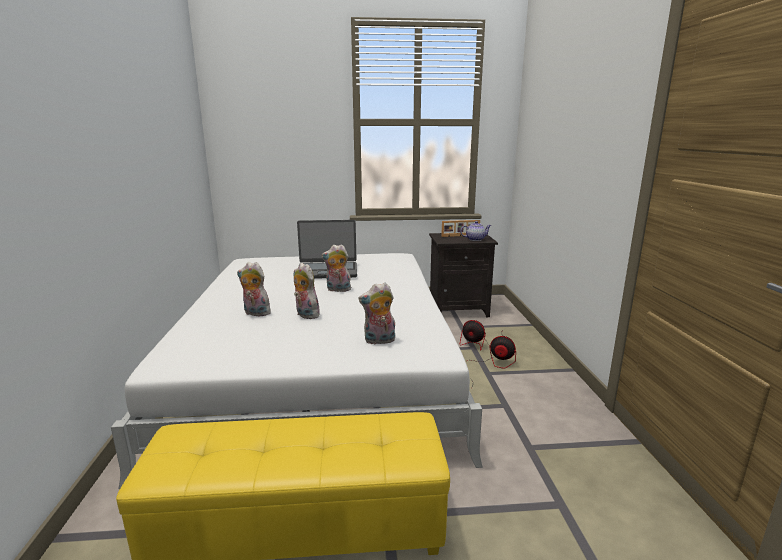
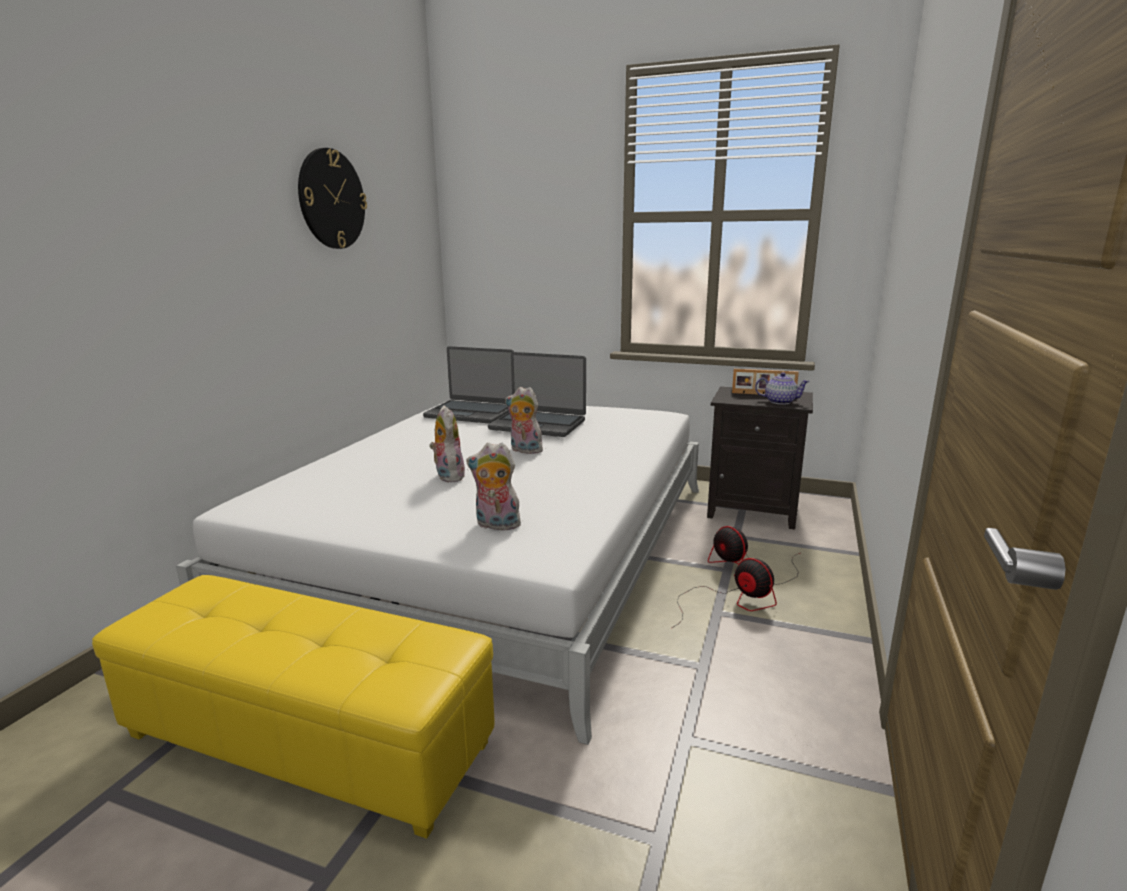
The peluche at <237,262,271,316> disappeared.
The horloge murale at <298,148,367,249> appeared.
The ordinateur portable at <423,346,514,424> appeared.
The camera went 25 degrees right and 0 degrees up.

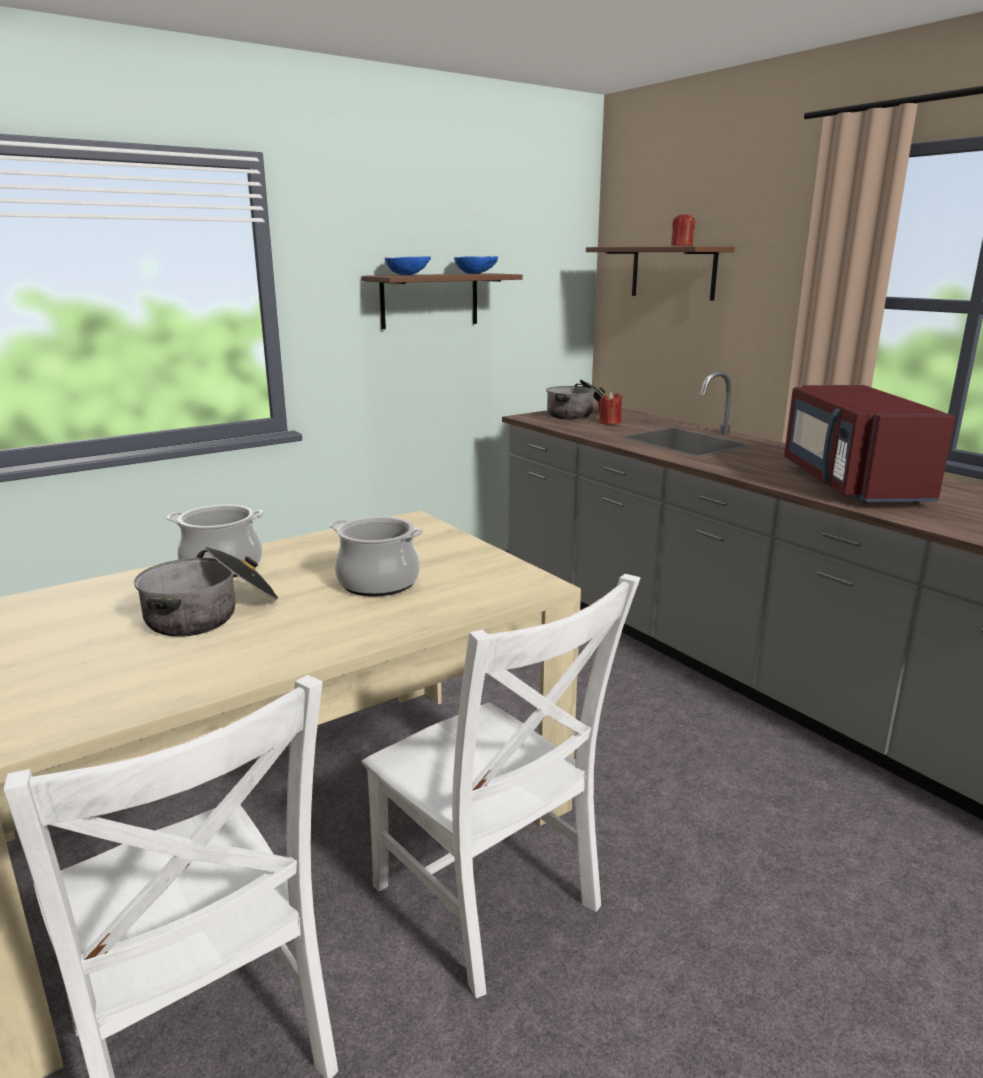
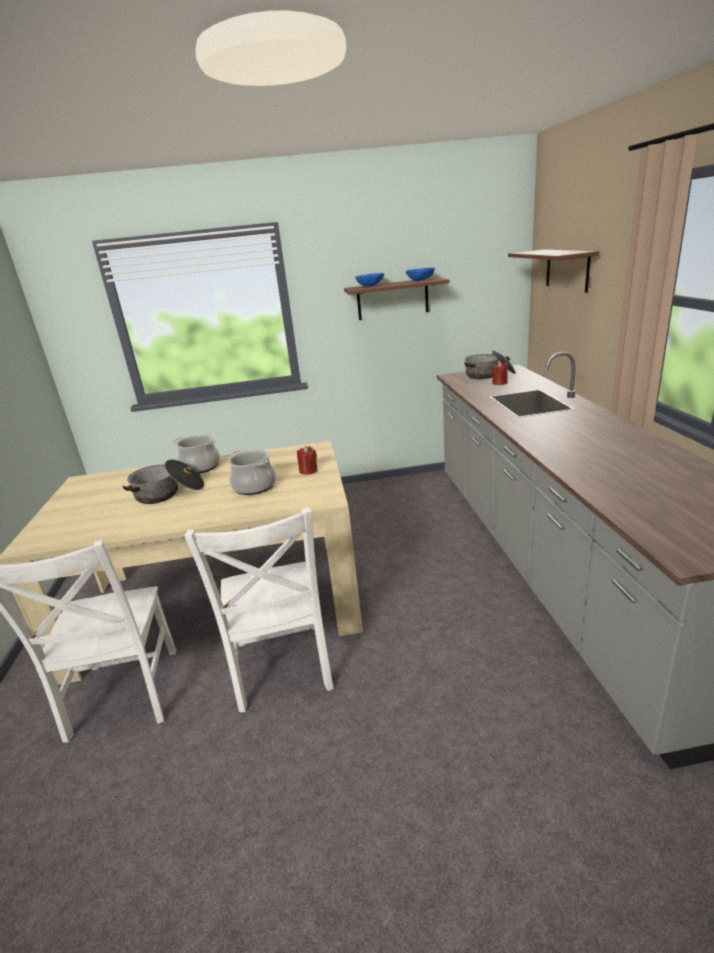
The micro-ondes/rouge at <784,385,956,504> disappeared.
The bougie/rouge moved from <671,212,696,246> to <297,446,318,475>.
The camera went 30 degrees right and 5 degrees up.

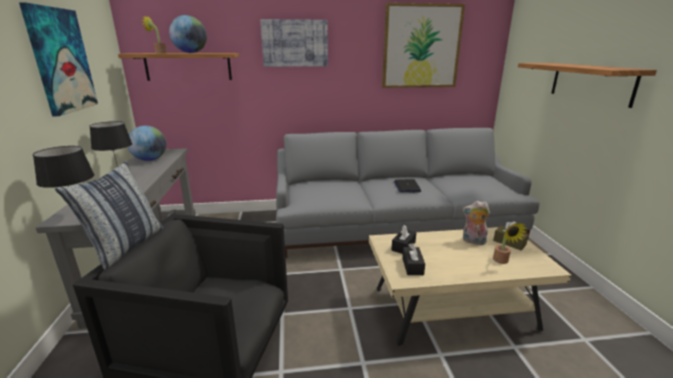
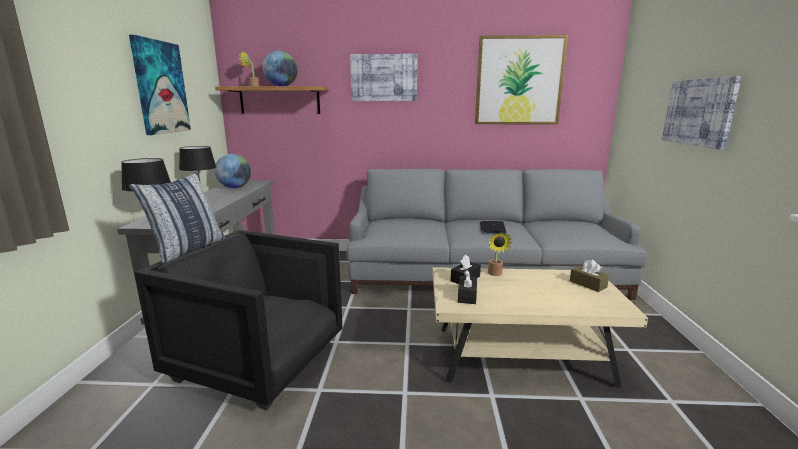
The peluche at <463,201,490,245> disappeared.
The plante en pot moved from <493,223,527,264> to <488,233,512,276>.
The étagère at <518,63,657,108> was replaced by the tableau at <662,76,742,150>.
The camera went 10 degrees right and 5 degrees down.

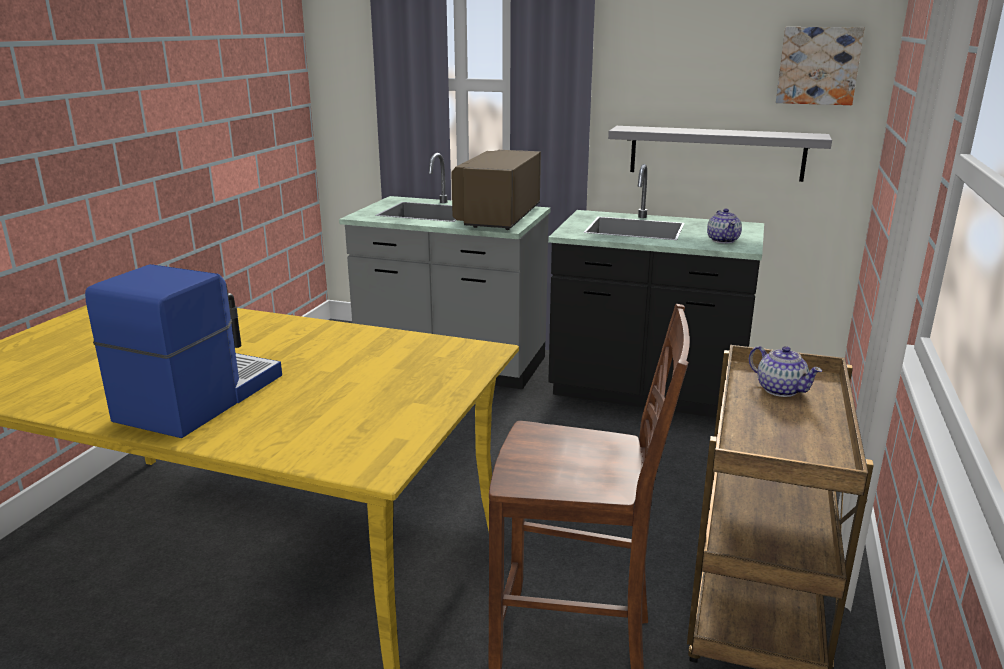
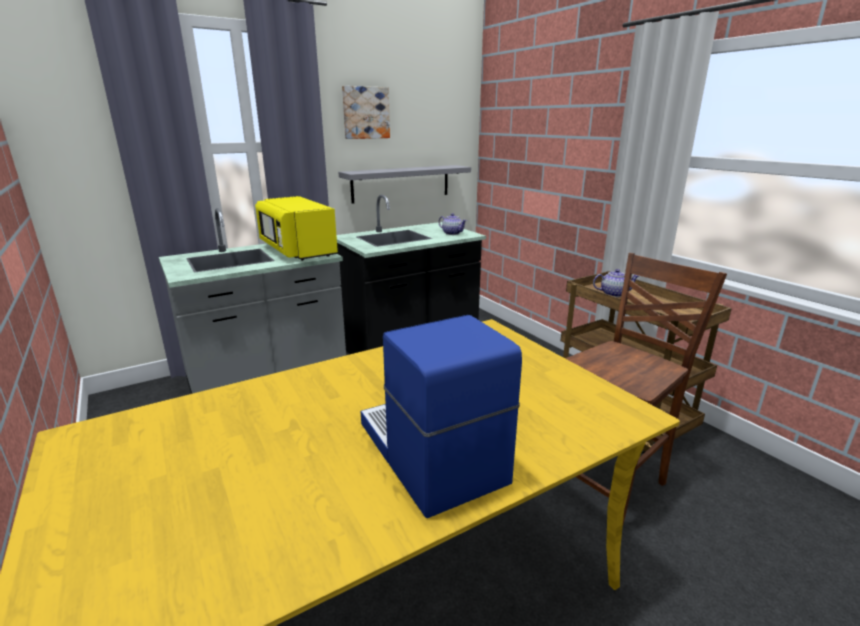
The tableau moved from <776,27,865,105> to <342,86,390,139>.
The micro-ondes/marron at <451,150,541,230> became the micro-ondes/jaune at <255,196,338,261>.
The camera went 50 degrees left and 0 degrees up.

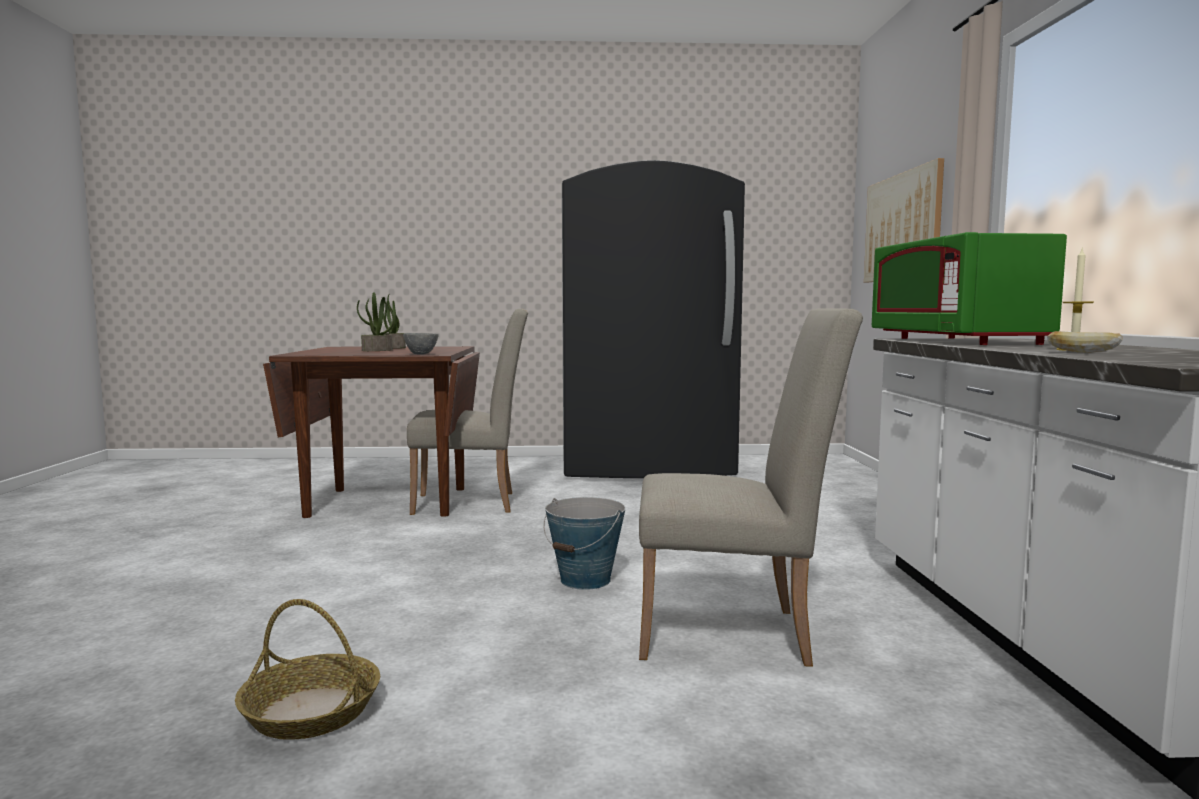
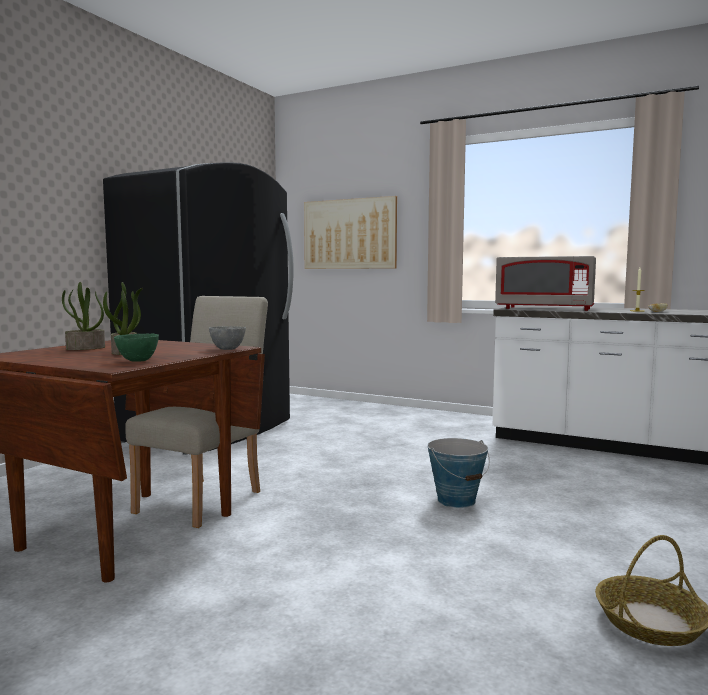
The chaise/beige at <639,309,863,667> disappeared.
The bol/vert at <114,334,159,362> appeared.
The micro-ondes/vert at <872,232,1067,345> became the micro-ondes/gris at <495,256,596,311>.
The camera went 60 degrees left and 0 degrees up.

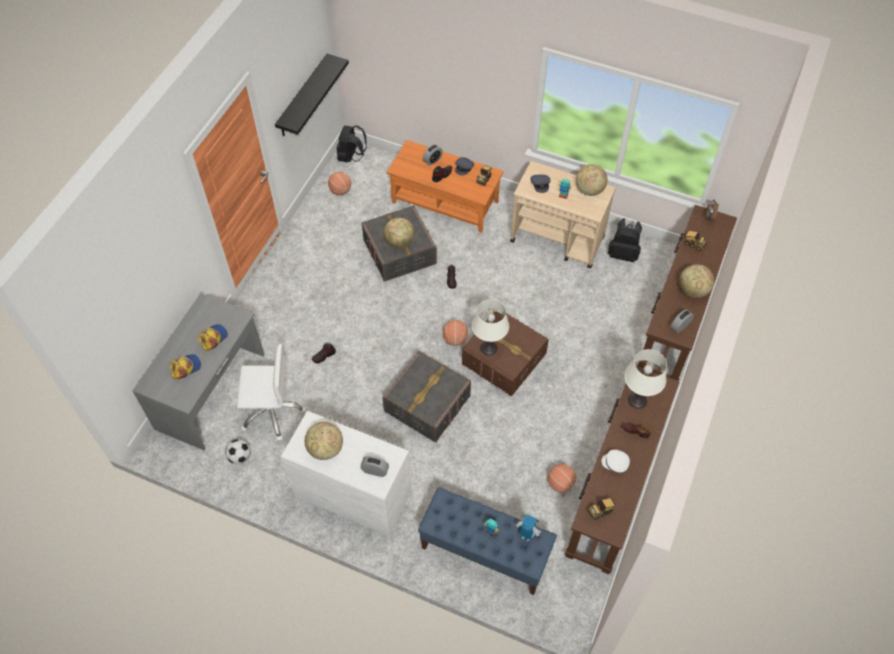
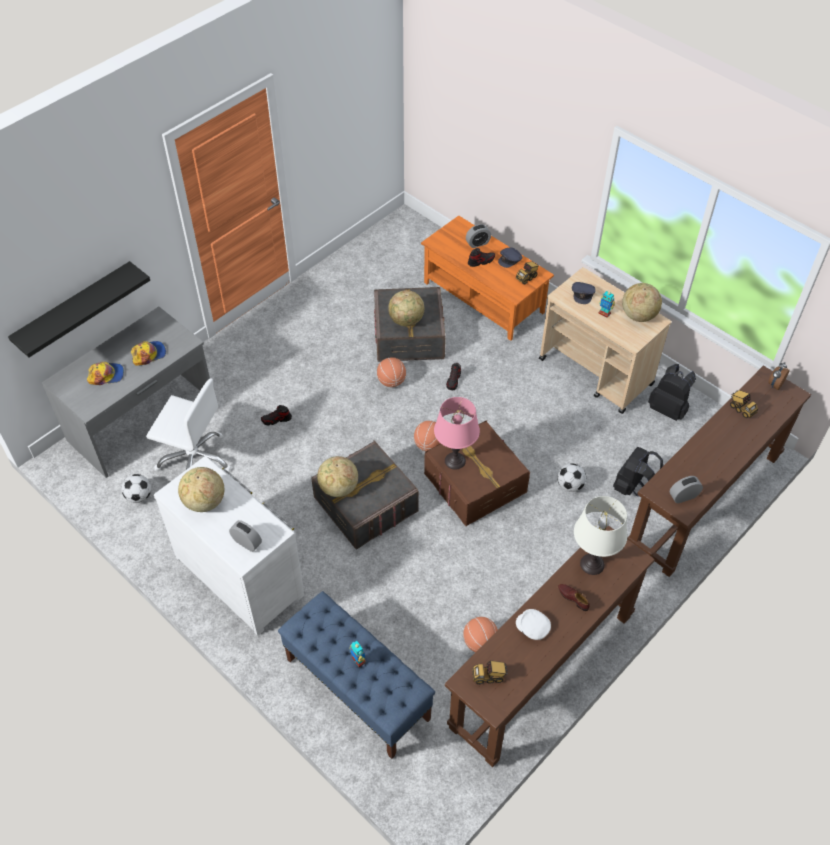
The robot jouet at <516,514,541,541> disappeared.
The ballon de foot at <557,463,586,492> appeared.
The étagère/noir moved from <275,54,349,136> to <8,261,150,358>.
The ballon de basket moved from <328,172,351,195> to <377,357,406,387>.
The sac à dos/noir moved from <337,125,367,162> to <613,447,664,497>.
The globe moved from <679,264,714,298> to <317,456,358,497>.
The lampe de table/blanc at <472,299,509,355> became the lampe de table/rose at <434,397,480,470>.
The camera went 20 degrees right and 5 degrees down.

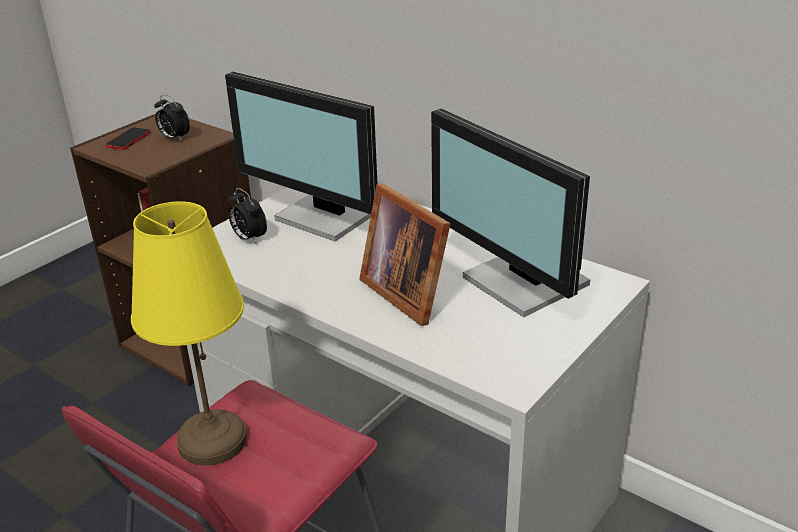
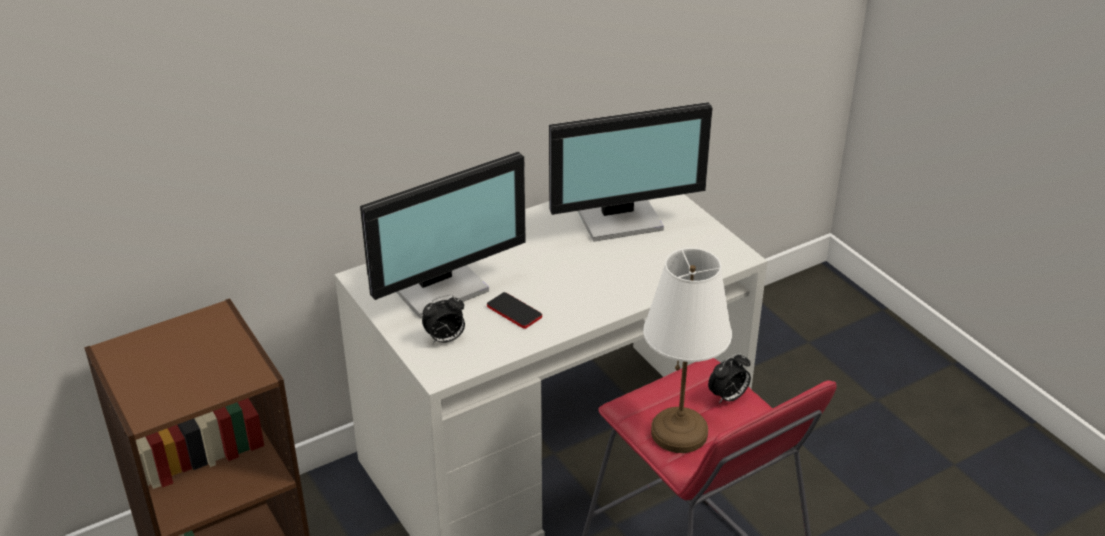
The cadre photo at <359,184,451,326> disappeared.
The téléphone moved from <106,127,151,150> to <487,292,542,329>.
The réveil moved from <154,95,190,141> to <708,353,751,404>.
The lampe de table/jaune at <131,201,247,466> became the lampe de table/blanc at <643,248,732,453>.
The camera went 70 degrees left and 5 degrees up.

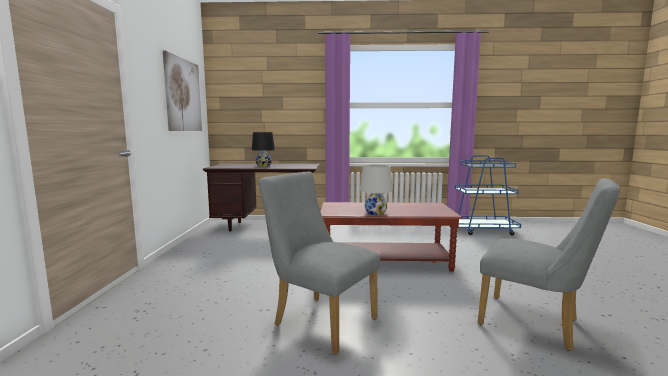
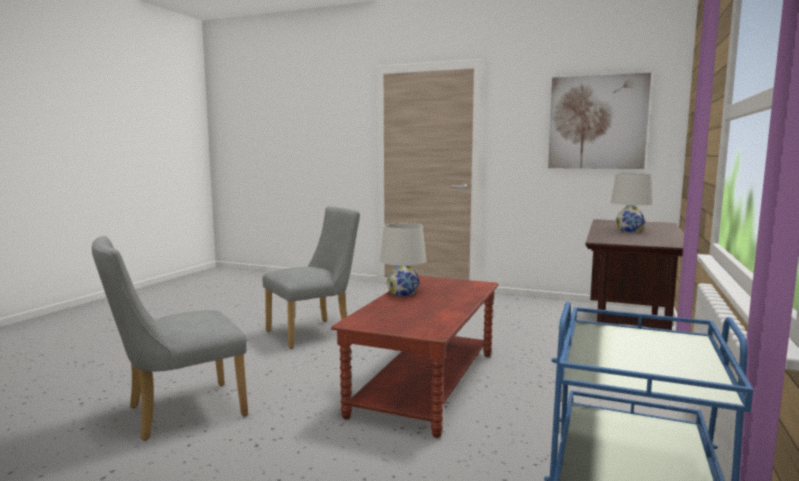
The lampe de table/noir at <252,132,275,167> became the lampe de table/blanc at <611,173,653,232>.
The camera went 110 degrees right and 0 degrees up.

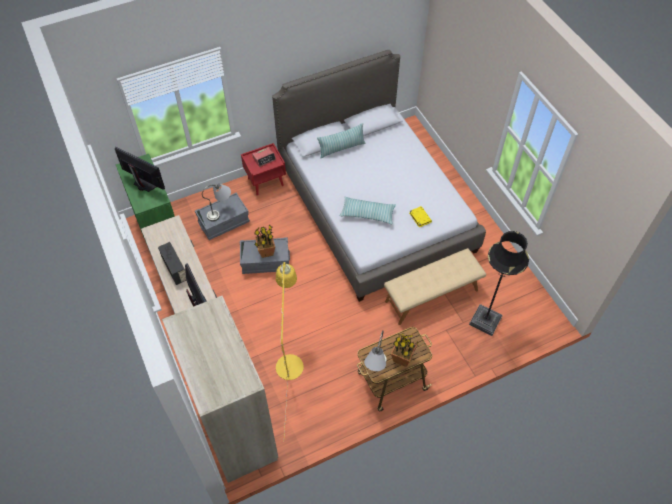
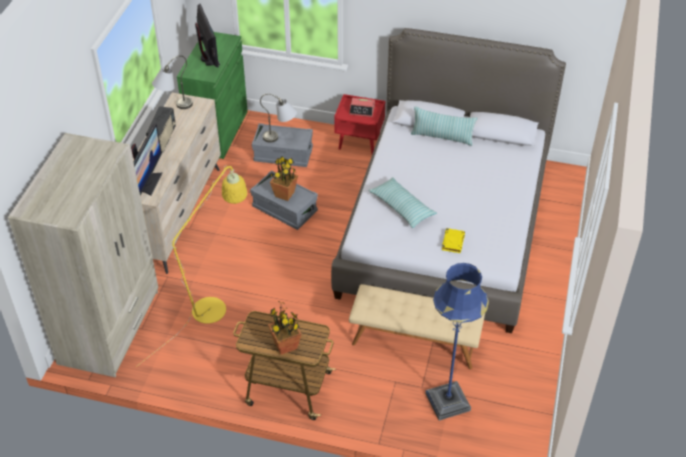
The lampe de table/gris moved from <364,330,387,371> to <152,55,193,109>.
The lampadaire/noir at <469,231,529,336> became the lampadaire/bleu at <425,263,489,421>.
The camera went 40 degrees right and 10 degrees down.

